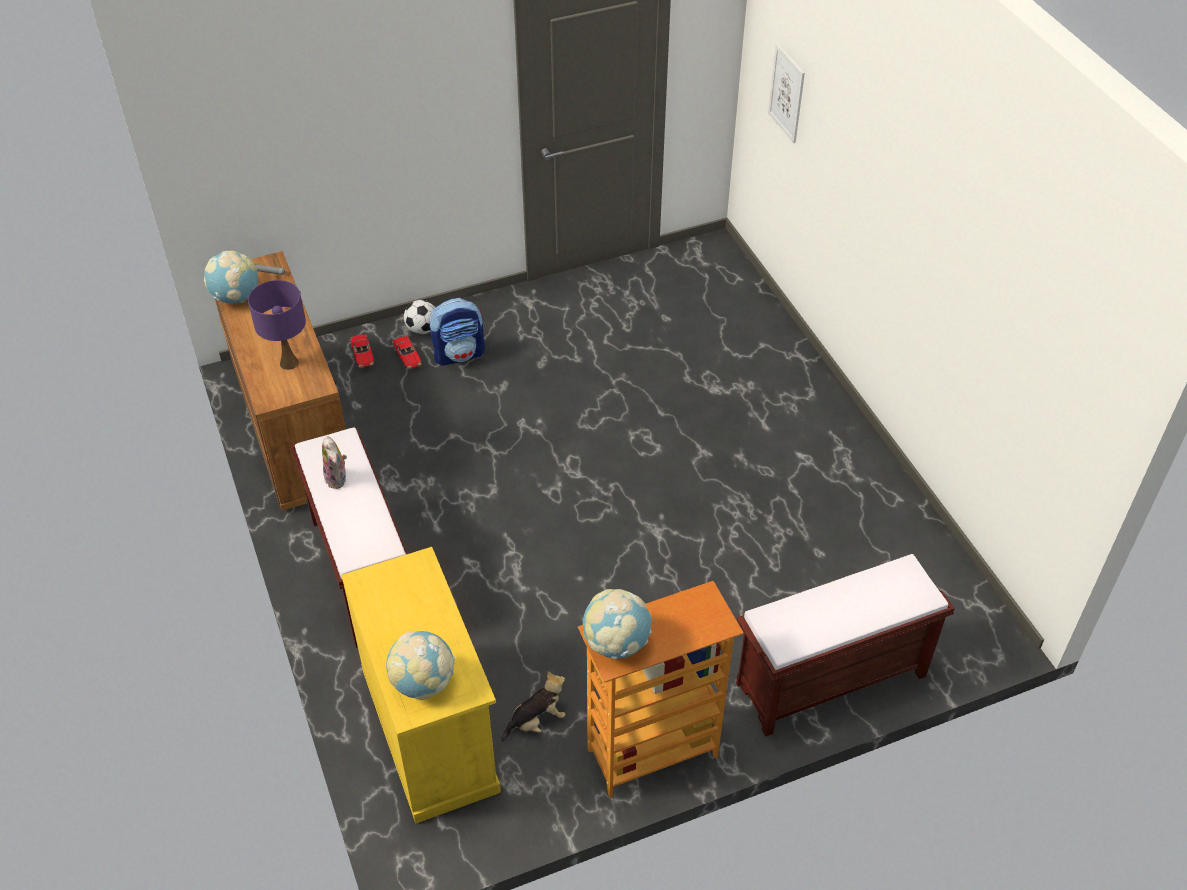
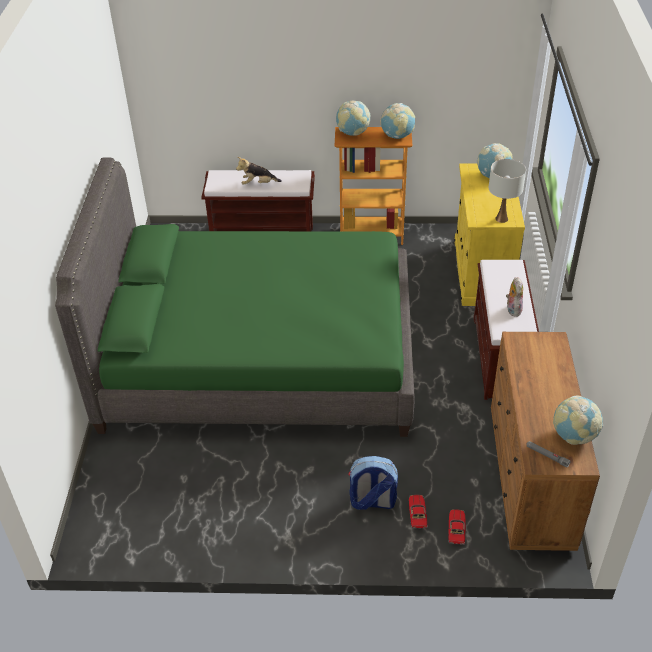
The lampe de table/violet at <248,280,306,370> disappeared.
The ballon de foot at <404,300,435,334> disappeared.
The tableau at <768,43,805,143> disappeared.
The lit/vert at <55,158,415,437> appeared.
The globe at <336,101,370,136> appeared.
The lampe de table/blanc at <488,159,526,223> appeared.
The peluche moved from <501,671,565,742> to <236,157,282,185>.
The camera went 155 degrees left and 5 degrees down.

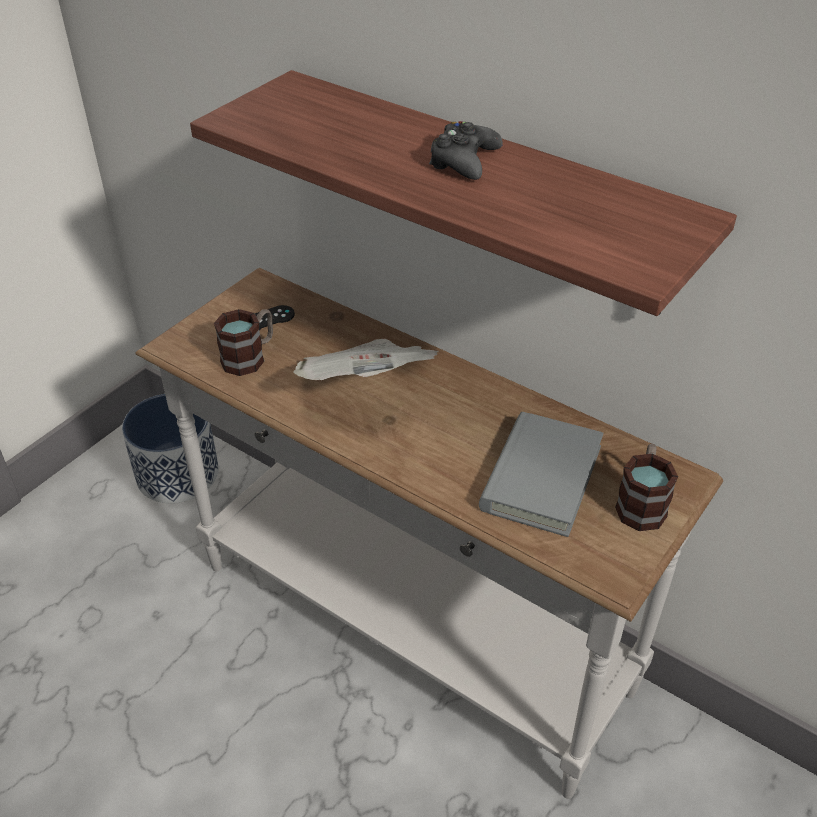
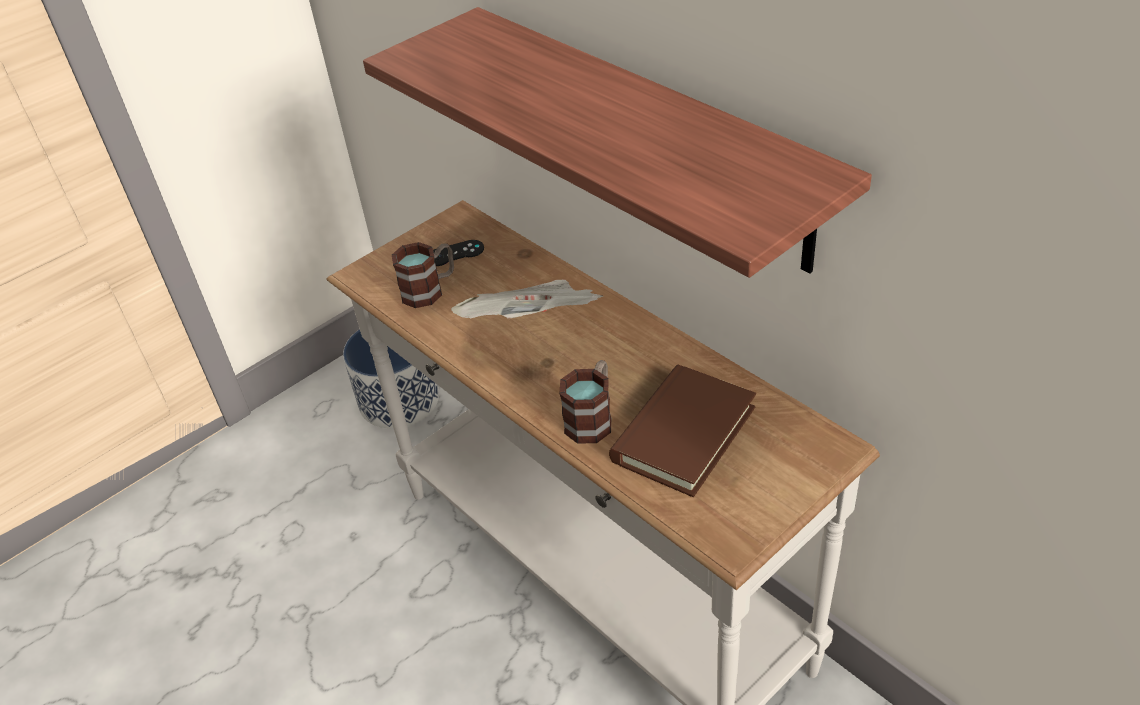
The manette/noir at <429,121,503,180> disappeared.
The mug moved from <615,444,678,531> to <559,360,611,444>.
The livre/gris at <479,412,604,537> became the livre/marron at <609,365,756,497>.
The camera went 15 degrees right and 0 degrees up.

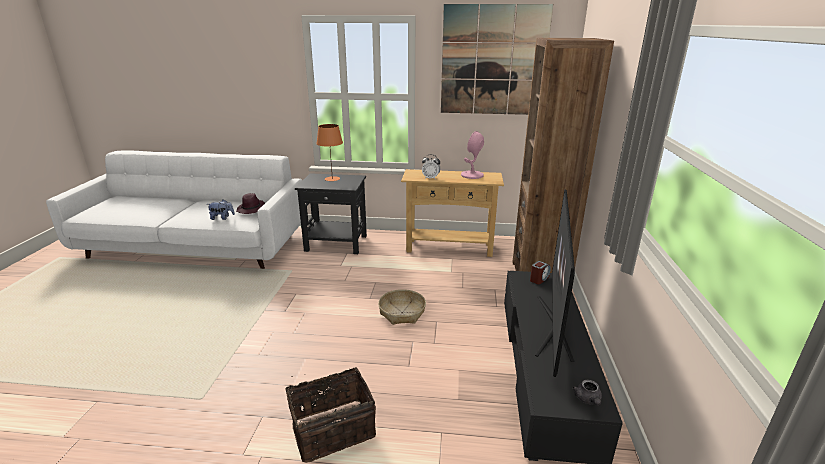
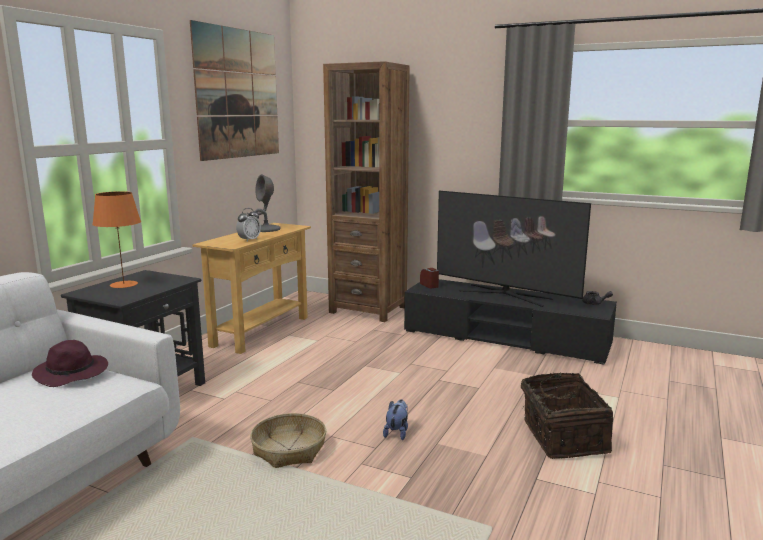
The peluche moved from <209,200,235,220> to <383,399,408,440>.
The panier moved from <378,289,426,325> to <250,413,326,468>.
The lampe de table/rose at <461,131,484,179> became the lampe de table/gris at <254,174,281,232>.
The camera went 70 degrees left and 10 degrees down.

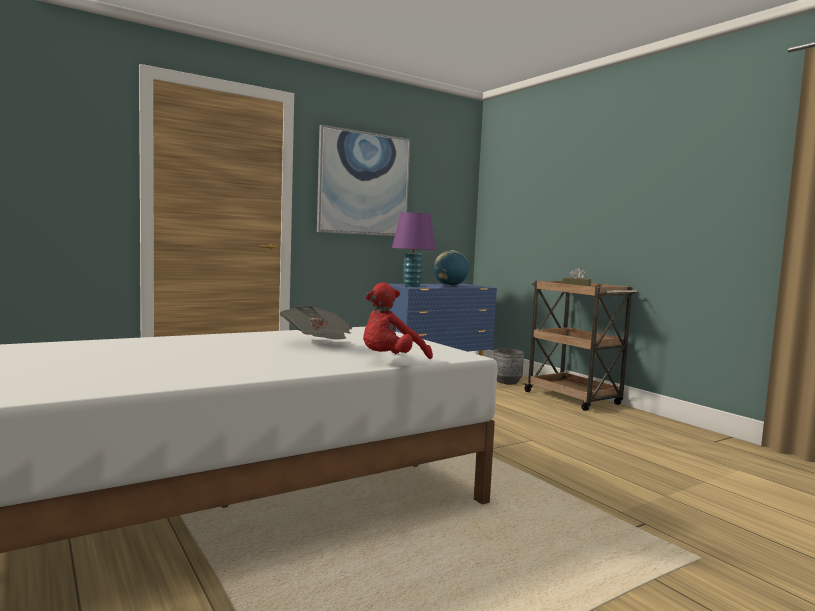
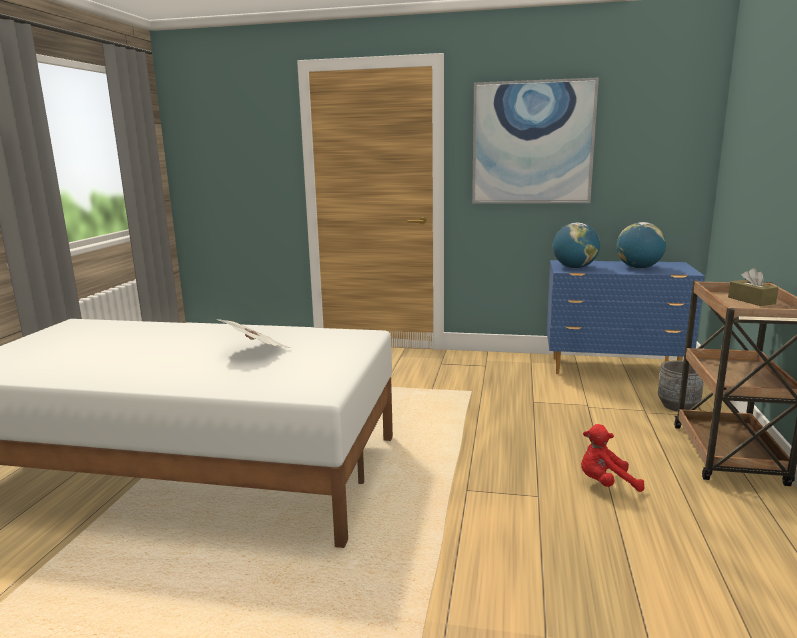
The peluche/rouge moved from <363,282,433,359> to <581,424,644,492>.
The lampe de table/violet at <392,212,436,287> was replaced by the globe at <553,223,600,268>.
The camera went 45 degrees right and 10 degrees up.

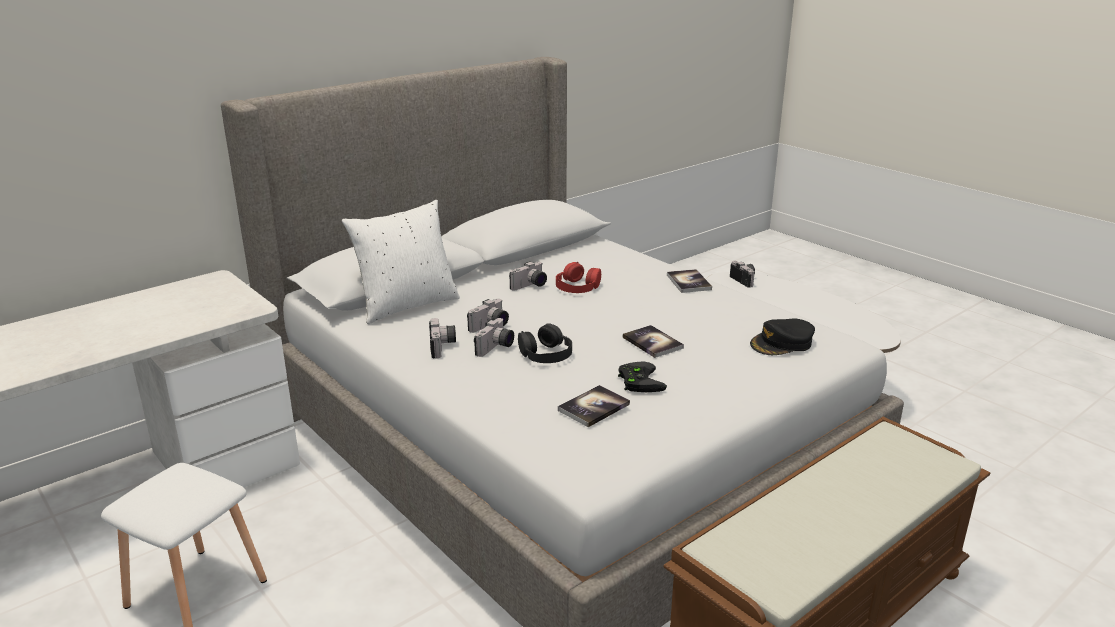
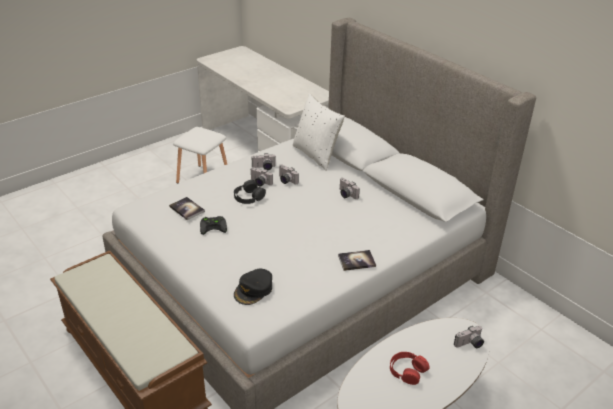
The livre at <623,325,684,358> disappeared.
The casque audio/rouge moved from <556,262,601,293> to <390,352,430,385>.
The casquette/noir at <750,318,815,355> turned 120 degrees counterclockwise.
The camera went 90 degrees right and 10 degrees up.

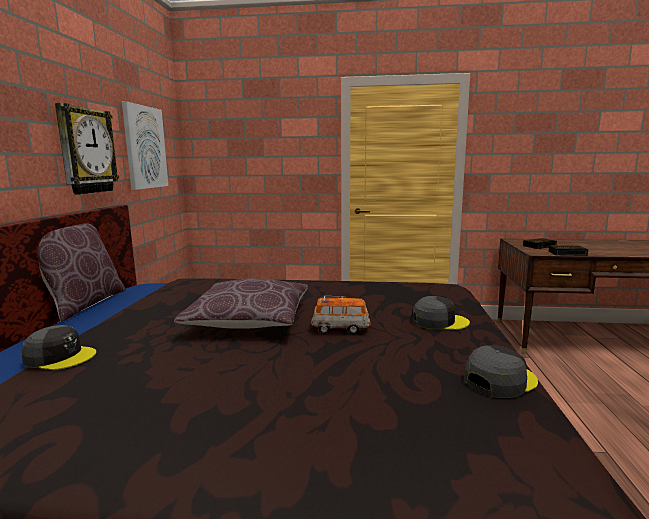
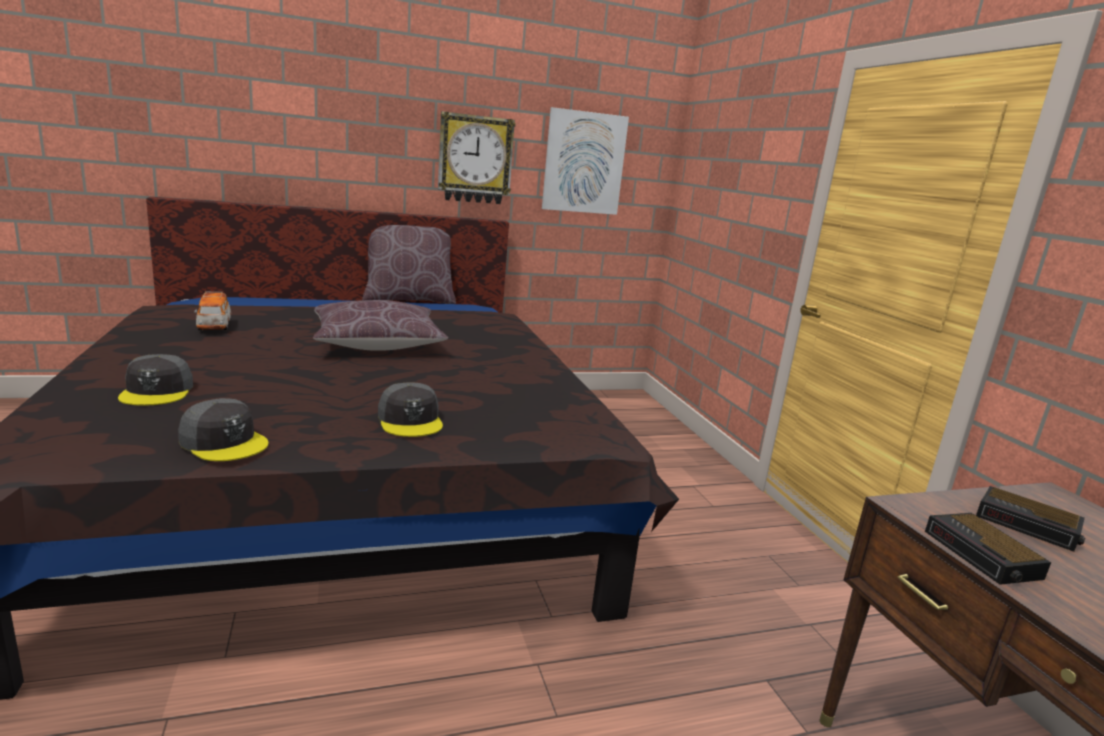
The casquette/gris moved from <22,325,96,370> to <118,354,193,406>.
The petite voiture moved from <311,296,371,334> to <194,292,231,331>.
The camera went 65 degrees right and 5 degrees up.

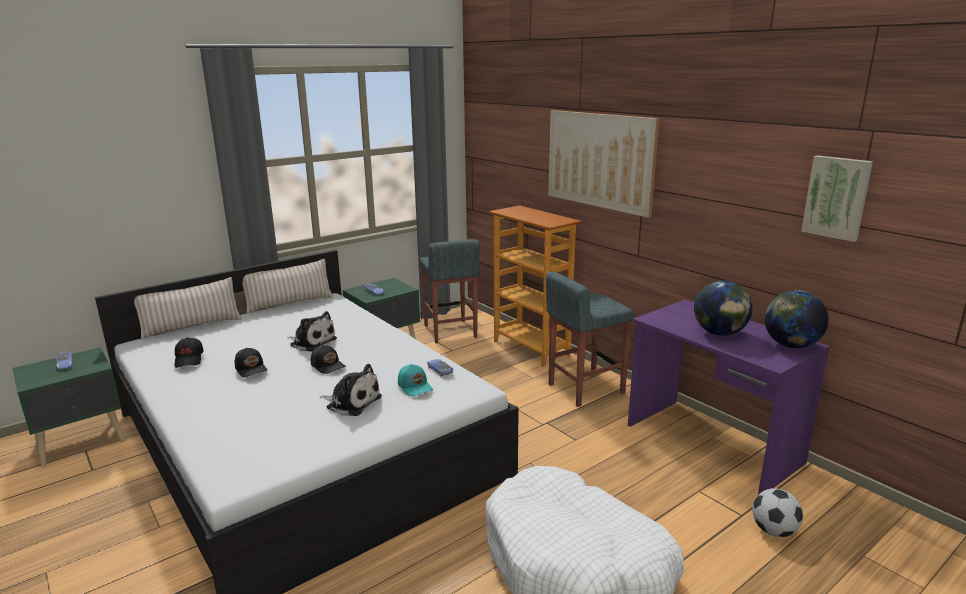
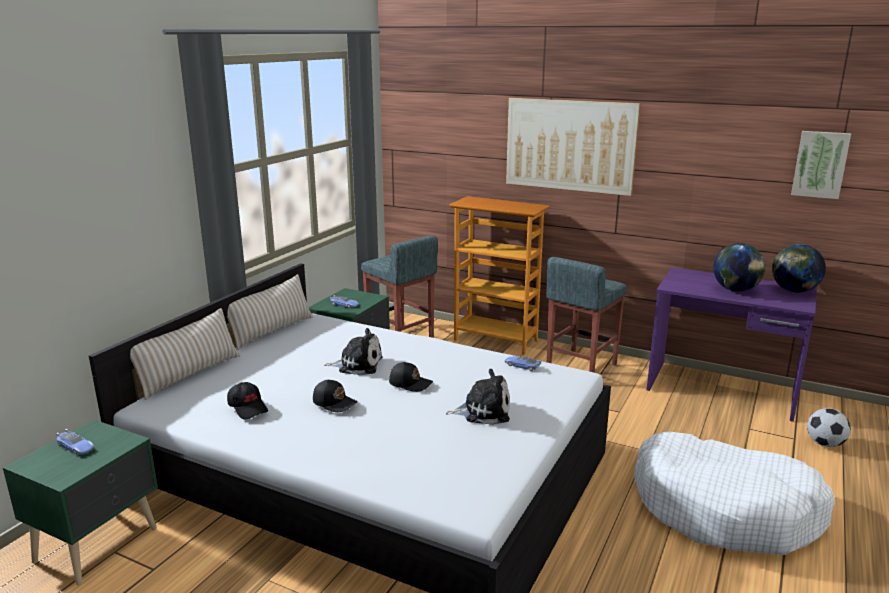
The casquette/turquoise at <398,364,433,396> disappeared.
The camera went 25 degrees left and 0 degrees up.

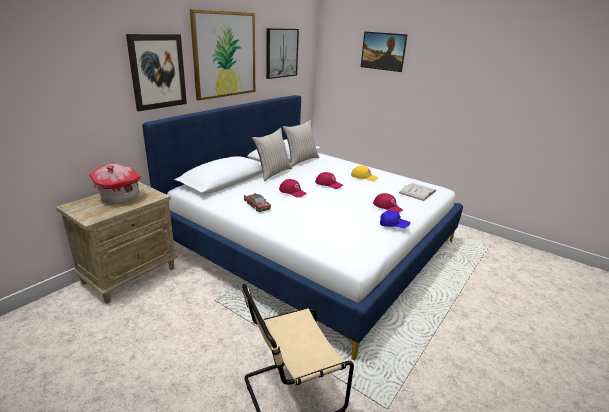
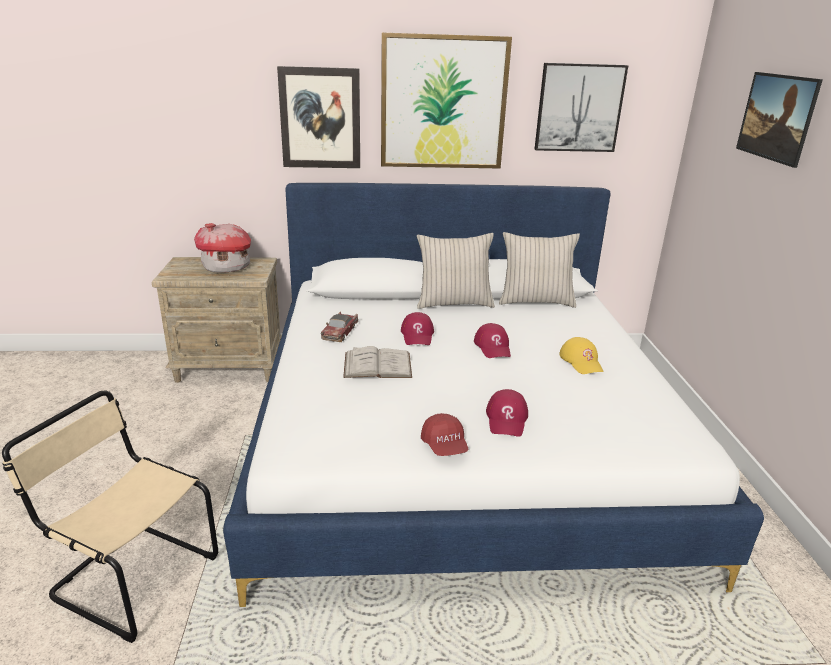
The livre/blanc moved from <399,183,436,201> to <343,346,412,378>.
The casquette/bleu at <380,210,411,228> became the casquette/rouge at <421,413,468,456>.
The camera went 50 degrees right and 0 degrees up.

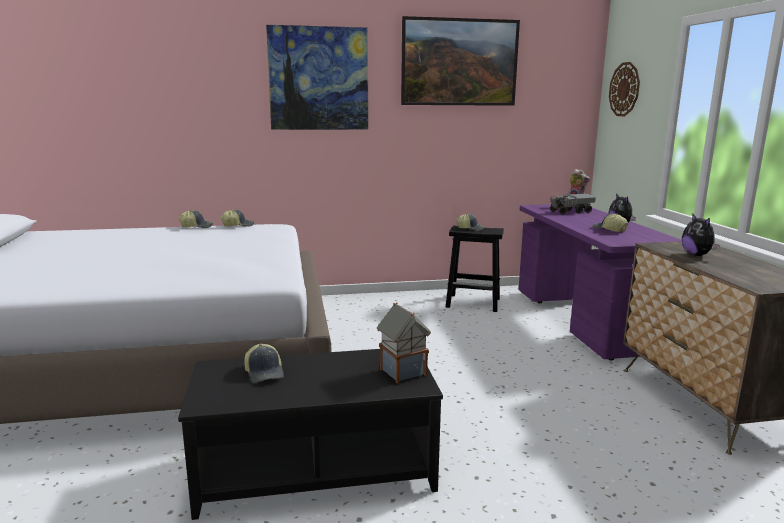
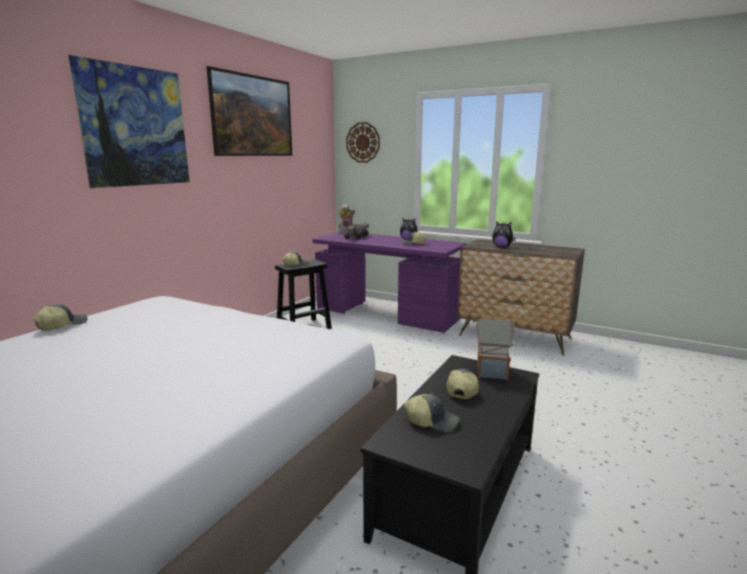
The casquette moved from <220,209,255,227> to <447,369,479,399>.
The camera went 50 degrees left and 0 degrees up.

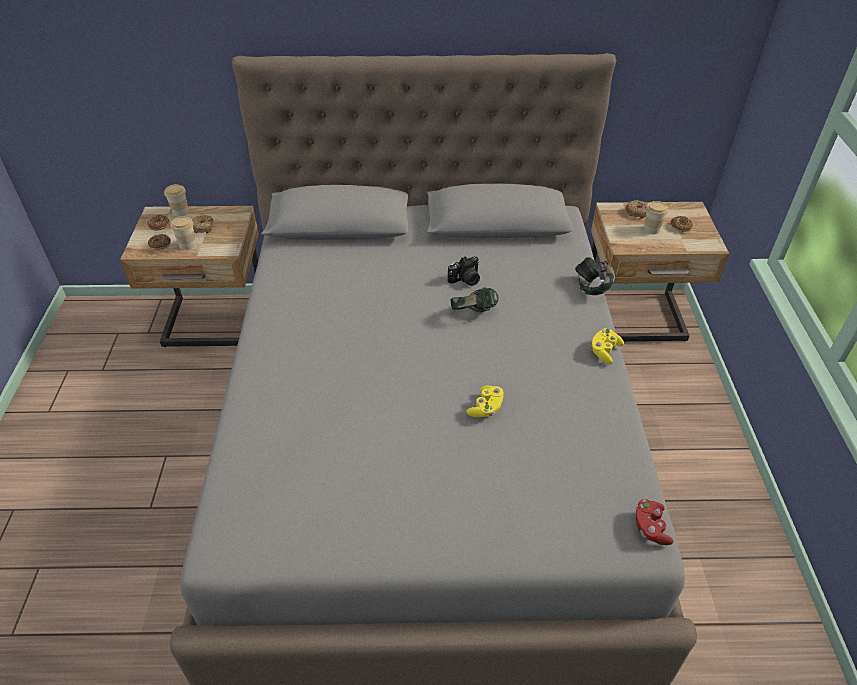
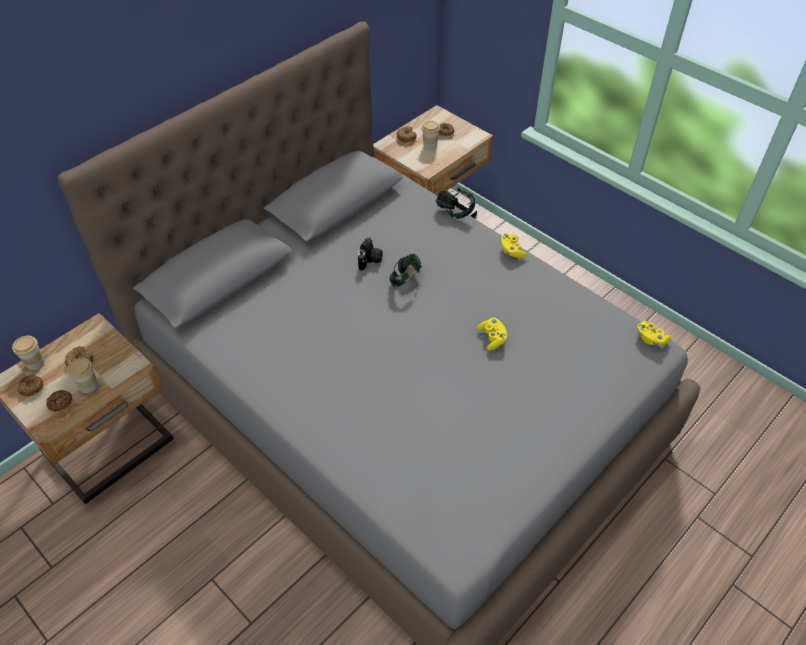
The manette/rouge at <636,499,673,545> became the manette/jaune at <637,321,671,346>.
The camera went 45 degrees left and 5 degrees up.

